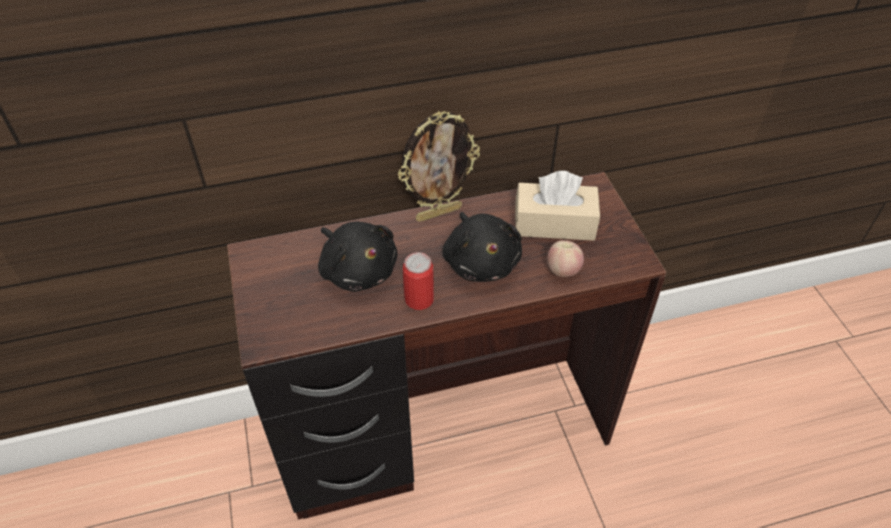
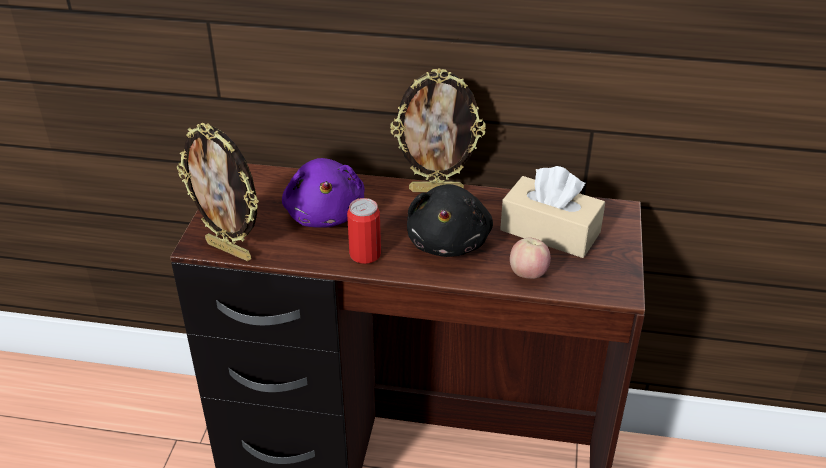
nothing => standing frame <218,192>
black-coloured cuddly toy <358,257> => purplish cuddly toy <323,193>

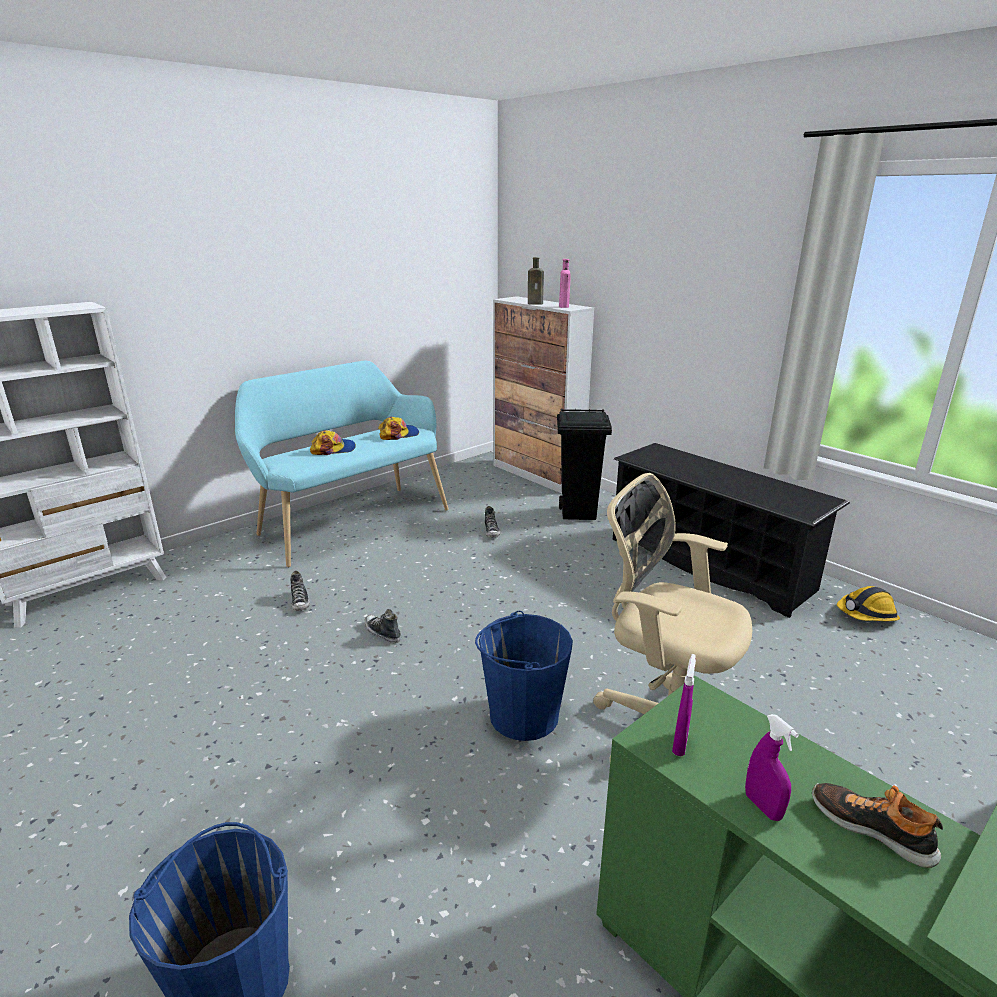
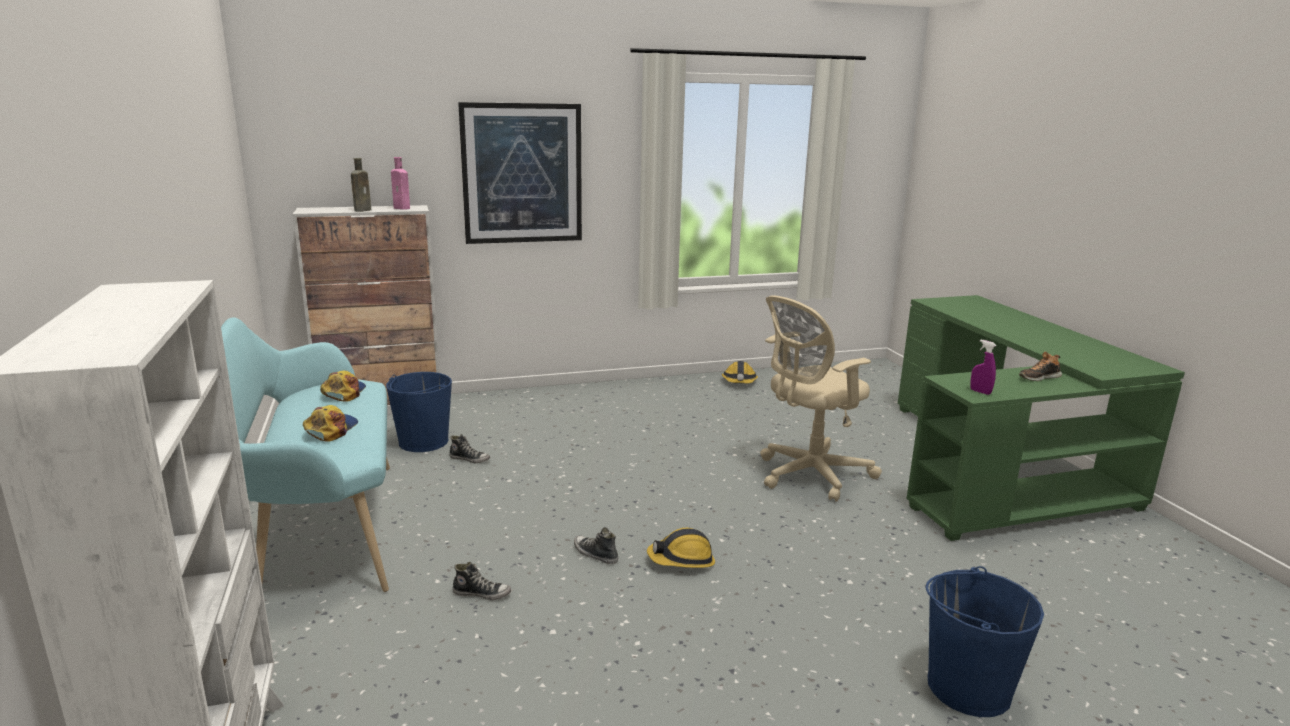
black-coloured trash can <584,464> => nothing
black-coloured shoe shelf <731,530> => nothing
purplish hand sprayer <772,767> => nothing
nothing => wall picture <520,173>
nothing => safety helmet <681,548>
bluish water bucket <524,676> => bluish water bucket <419,412>, move
item of footwear <383,626> => item of footwear <596,545>, 60 degrees clockwise

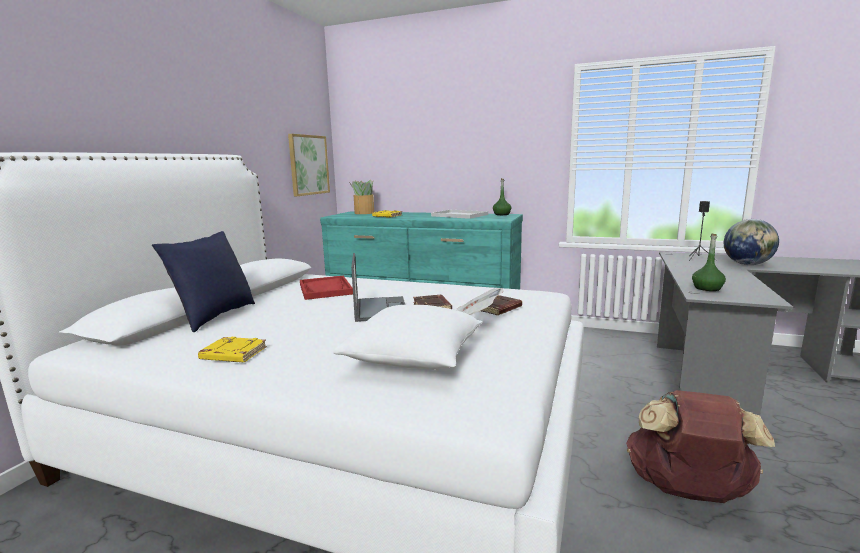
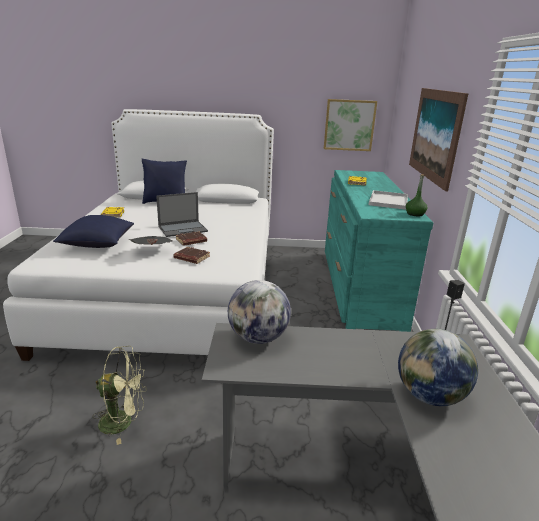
reddish serving tray <326,288> => nothing
plant in a pot <361,197> => nothing
nothing => wall picture <438,139>
brown-coloured rucksack <700,446> => greenish cooling fan <119,395>
greenish drink bottle <709,262> => globe <259,312>
white-coloured cushion <408,337> => bluish cushion <93,231>

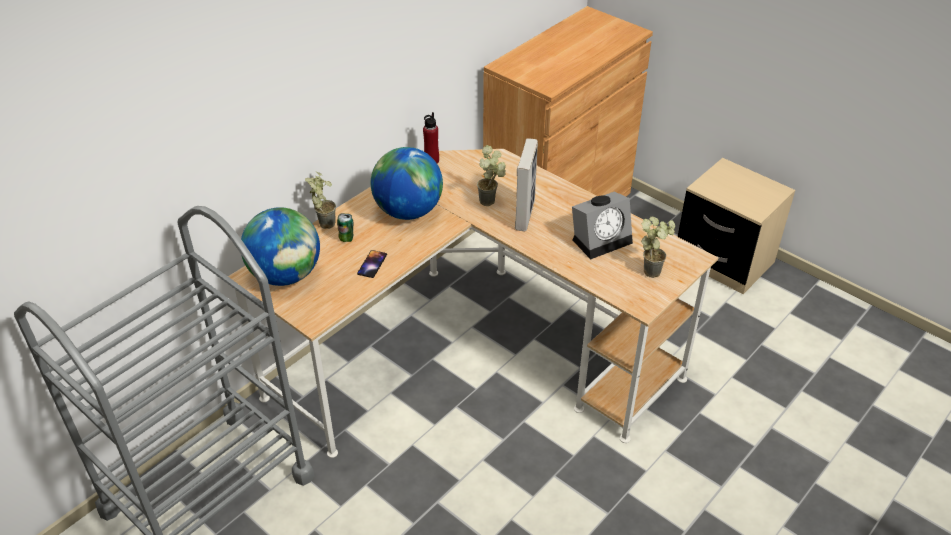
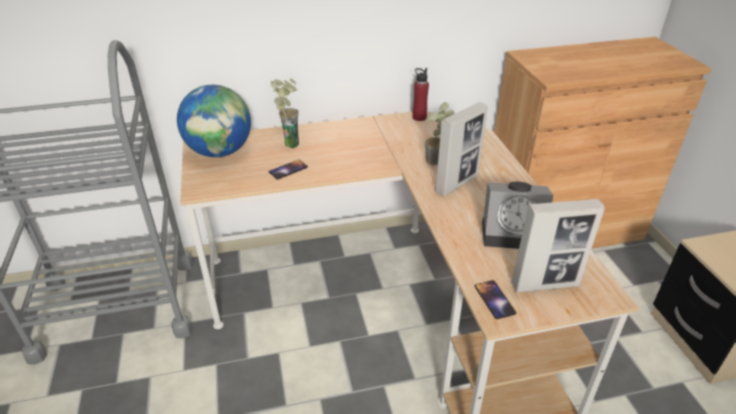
globe <407,183> => nothing
nothing => handset <495,299>
plant in a pot <658,247> => standing frame <558,246>

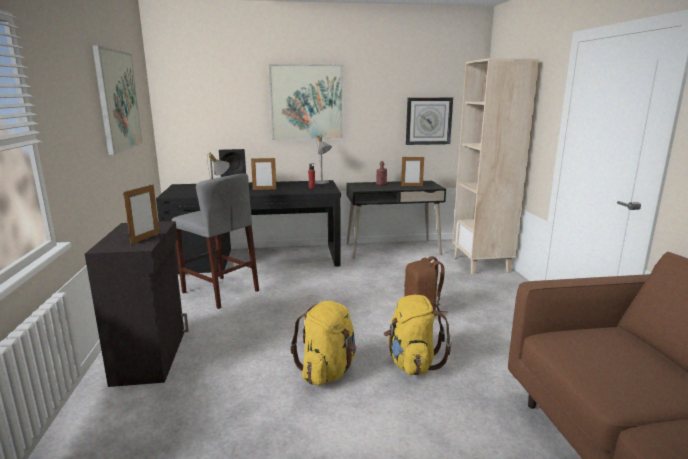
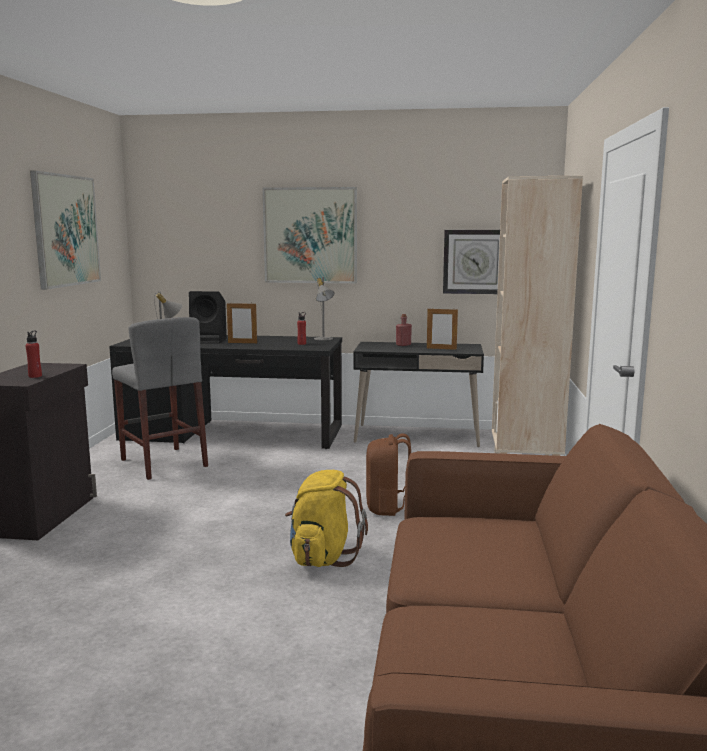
yellow-coloured rucksack <323,343> => nothing
standing frame <141,214> => reddish drink bottle <34,354>

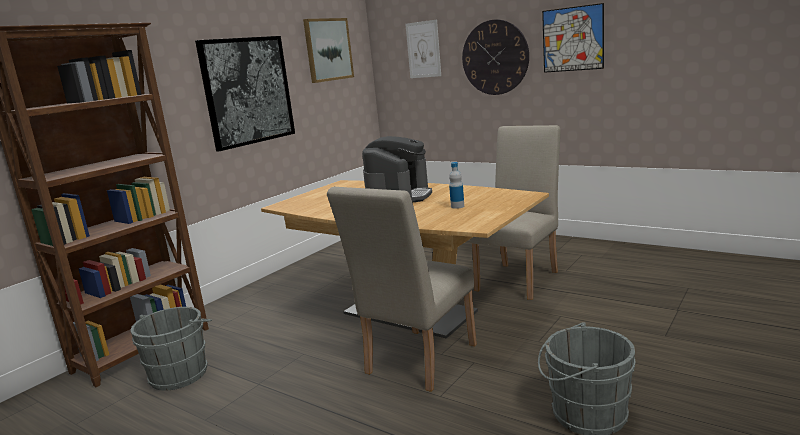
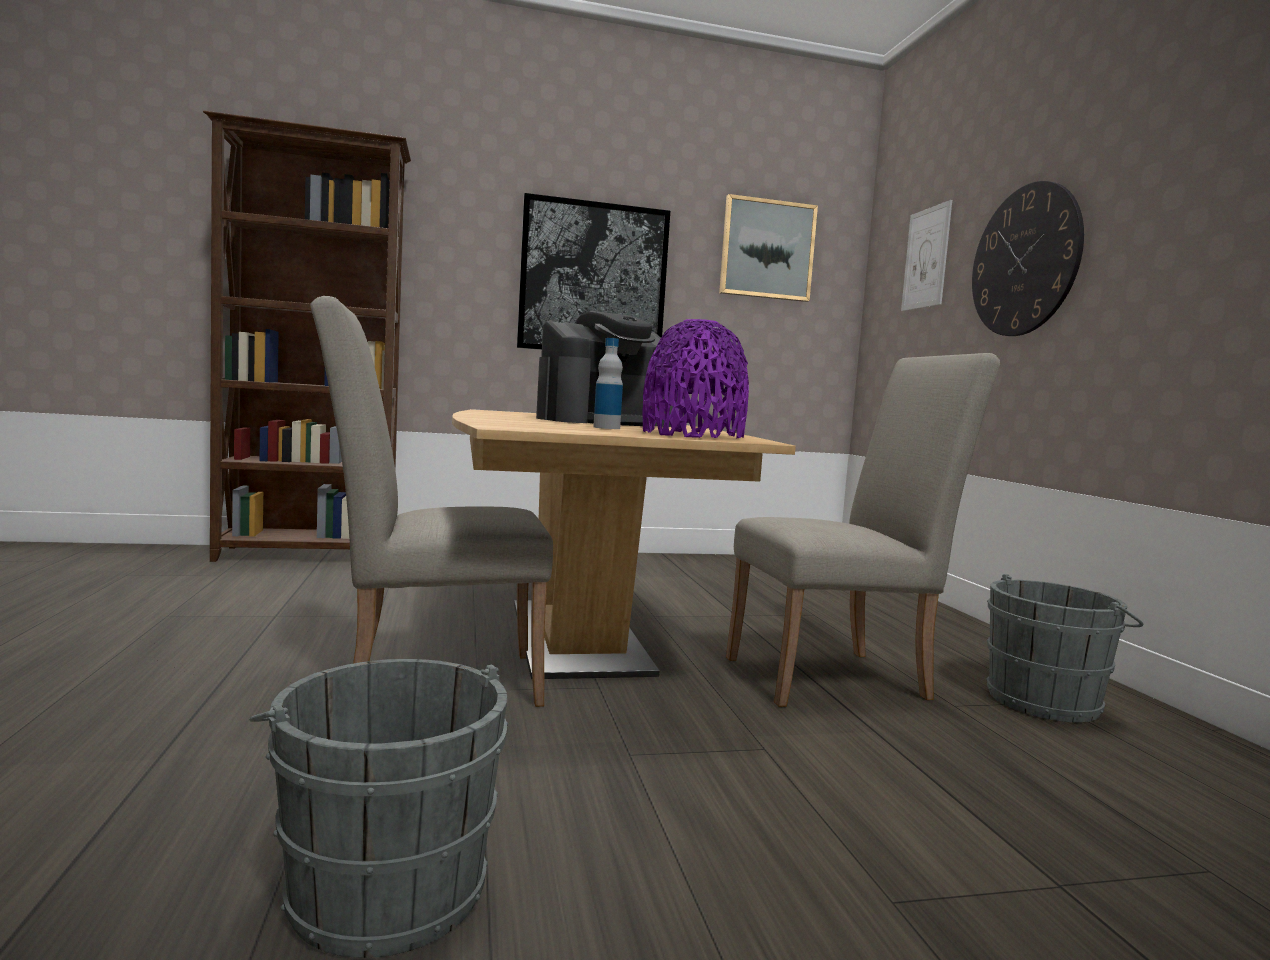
wall picture <573,38> => nothing
nothing => purplish flower vase <695,379>
grey water bucket <171,349> => grey water bucket <1065,648>, move

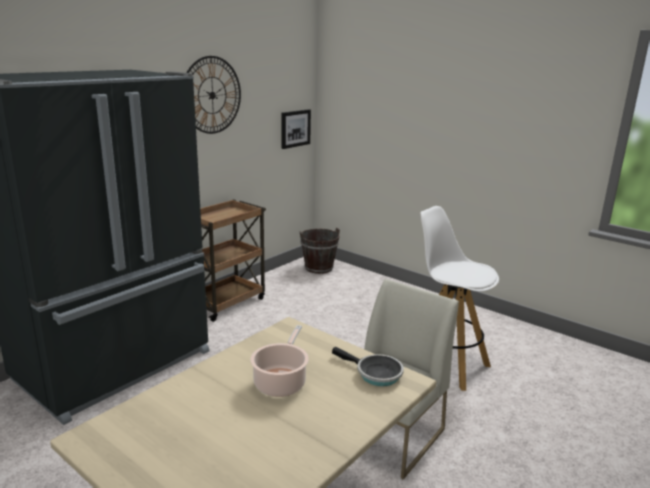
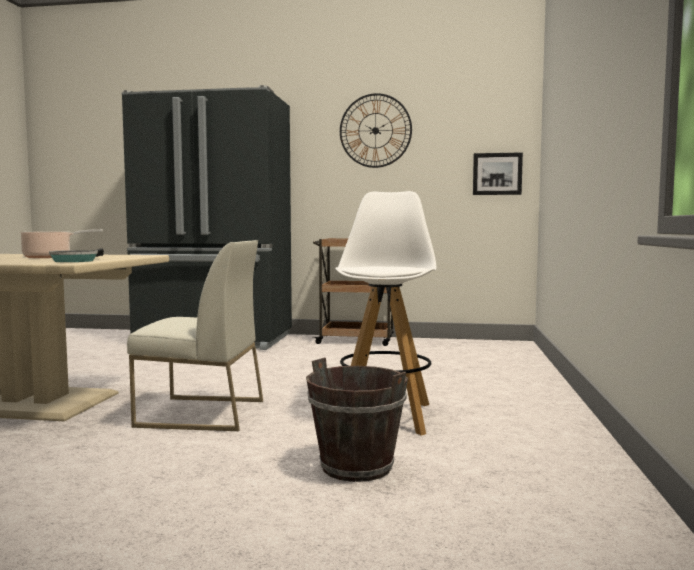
brown-coloured water bucket <320,251> => brown-coloured water bucket <357,420>, move

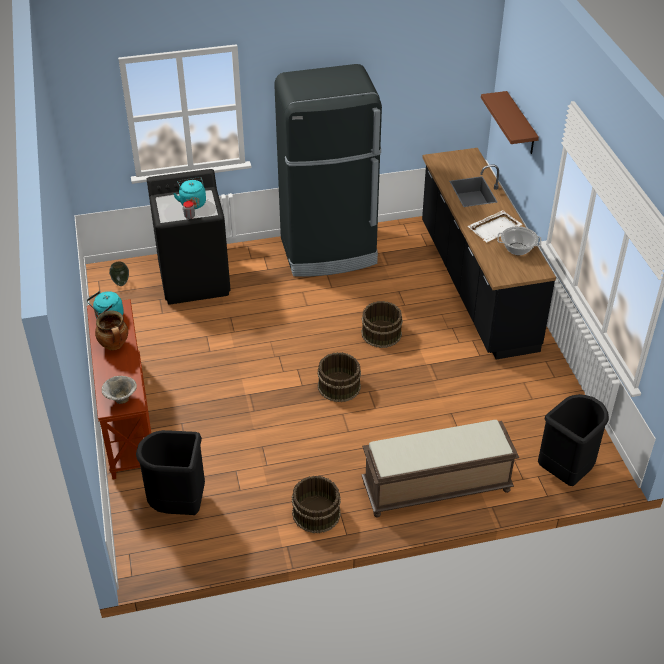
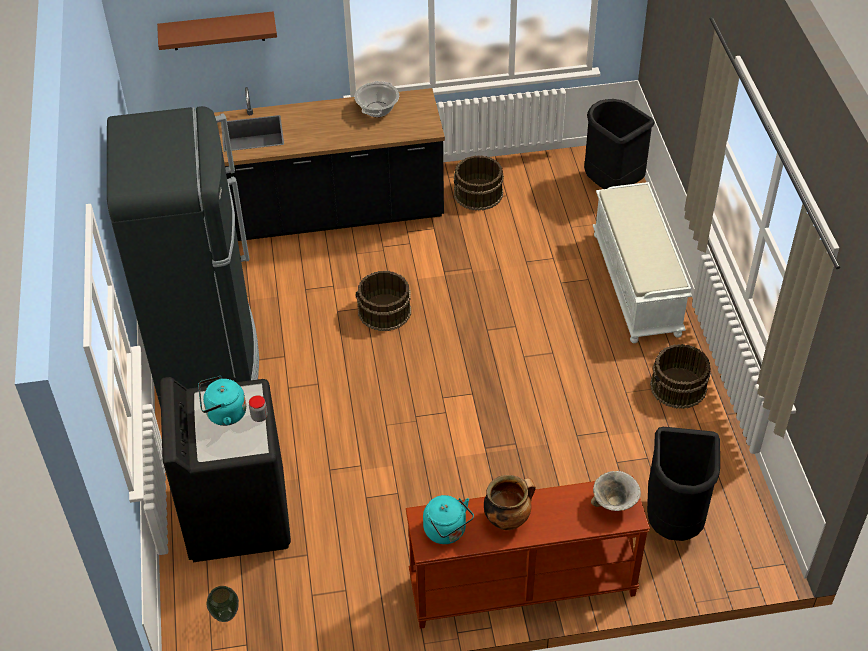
white-coloured serving tray <495,226> => nothing
brown-coloured water bucket <339,377> => brown-coloured water bucket <479,183>, move
brown-coloured bench <440,468> => white-coloured bench <642,262>

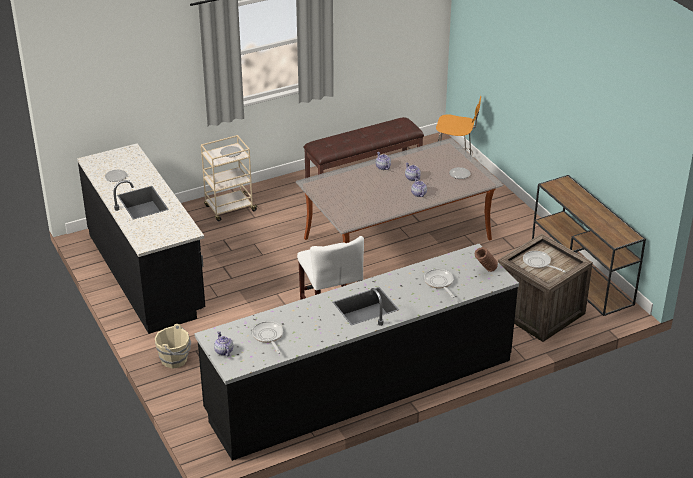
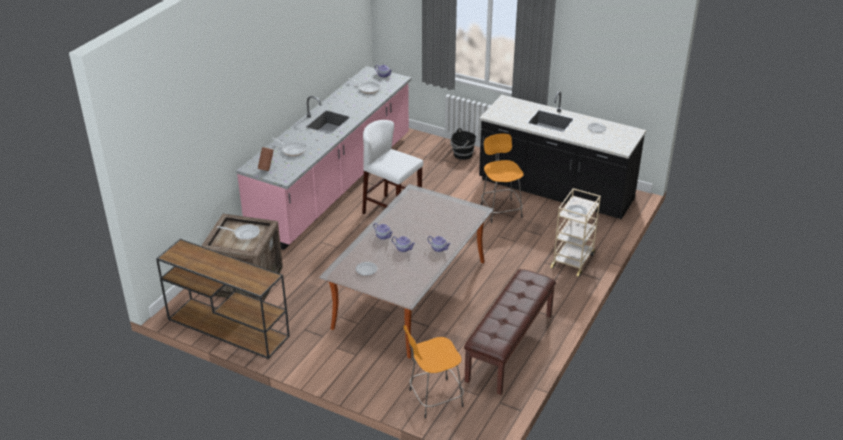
nothing => orange stool <502,178>
beige water bucket <173,346> => black-coloured water bucket <463,144>
black-coloured counter <356,352> => pink-coloured counter <324,158>

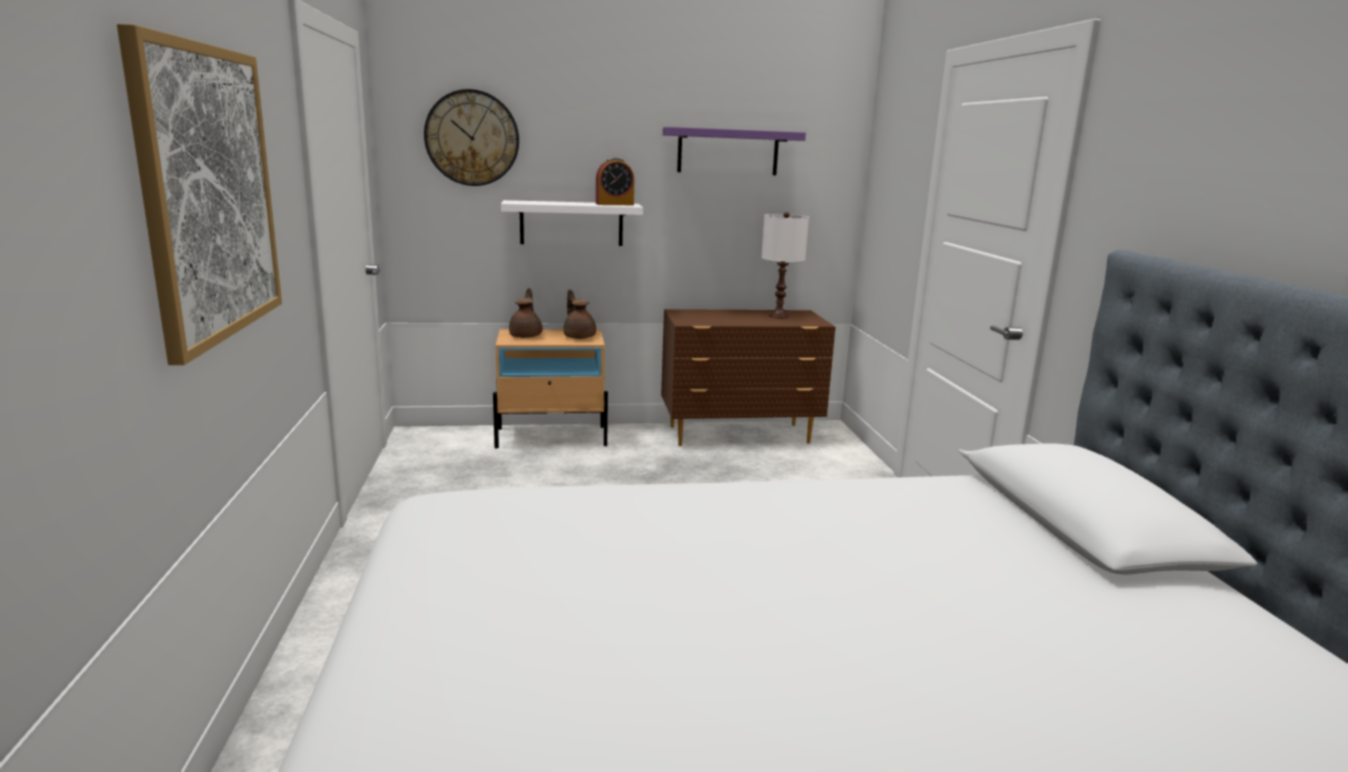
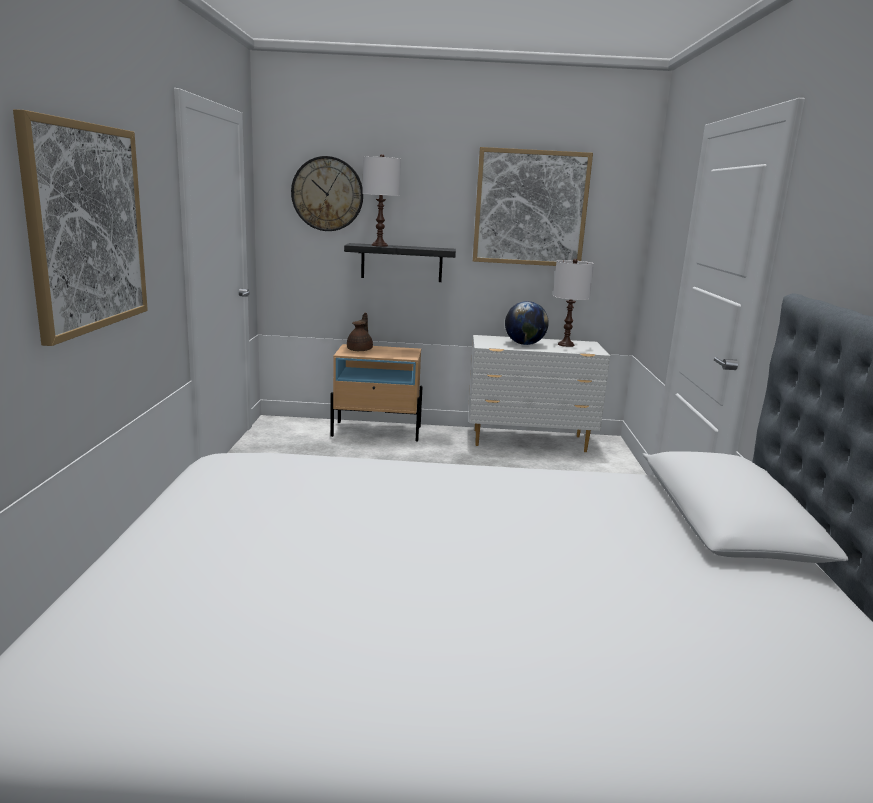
brown-coloured teapot <579,314> => nothing
table clock <615,181> => nothing
nothing => white-coloured lamp for a table <382,200>
nothing => globe <527,323>
purplish wall shelf <734,151> => wall picture <533,206>
white-coloured wall shelf <572,223> => black-coloured wall shelf <400,262>
brown-coloured drawer chest <748,377> => white-coloured drawer chest <539,393>

